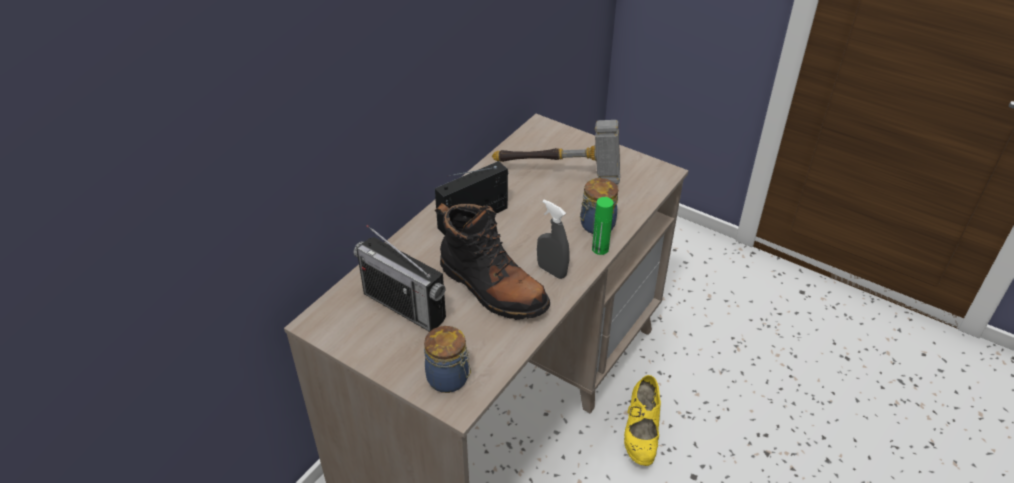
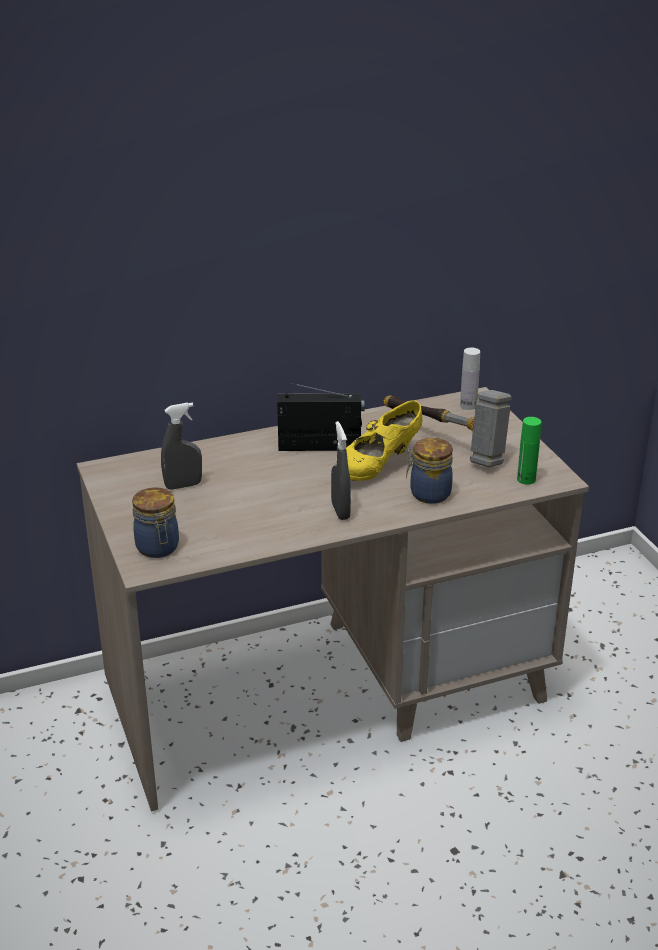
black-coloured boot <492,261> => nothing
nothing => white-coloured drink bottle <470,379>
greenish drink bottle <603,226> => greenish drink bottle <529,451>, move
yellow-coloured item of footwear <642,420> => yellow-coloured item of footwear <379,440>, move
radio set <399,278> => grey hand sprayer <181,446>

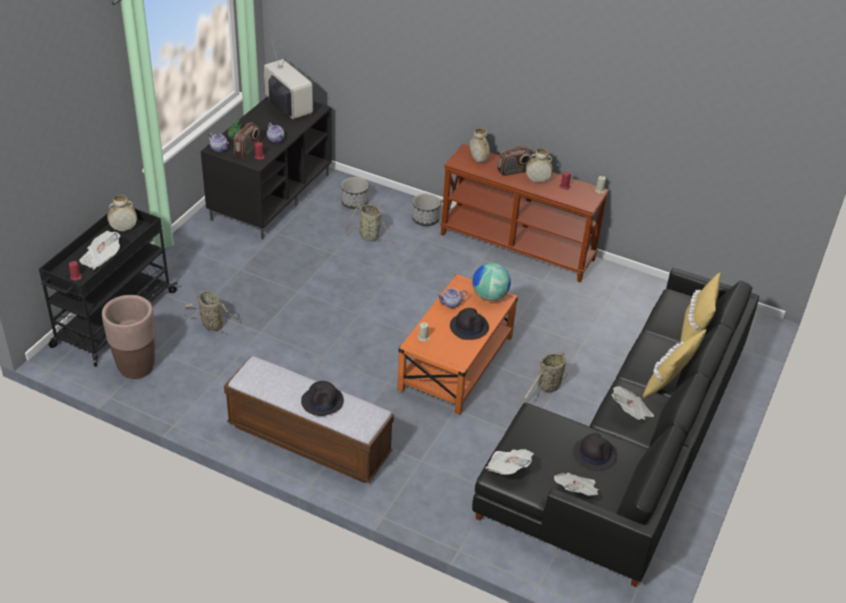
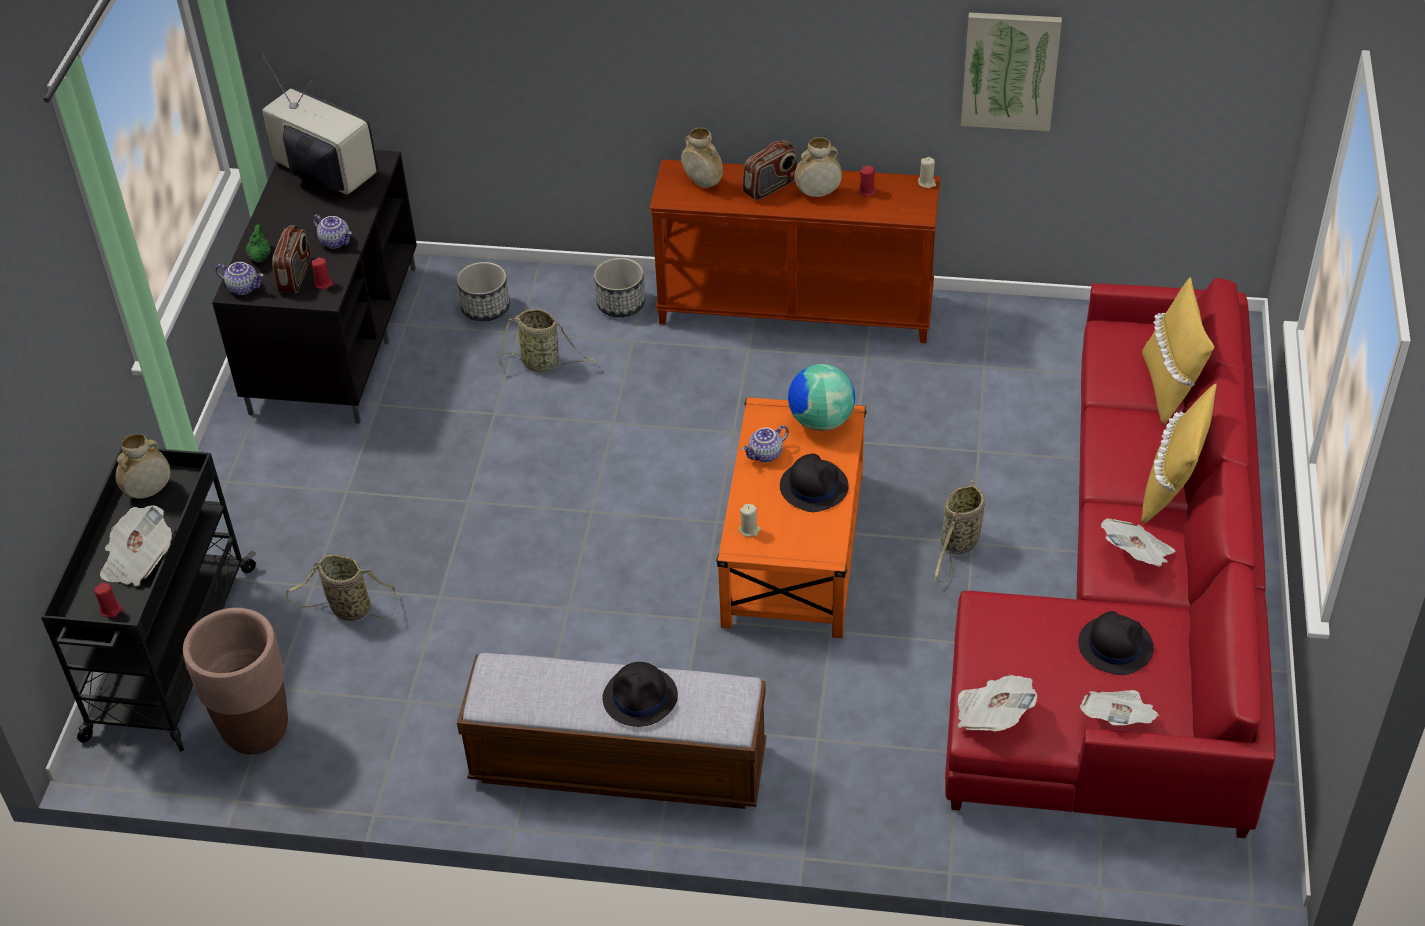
nothing => wall picture <1011,71>
black-coloured couch <615,427> => reddish couch <1110,558>

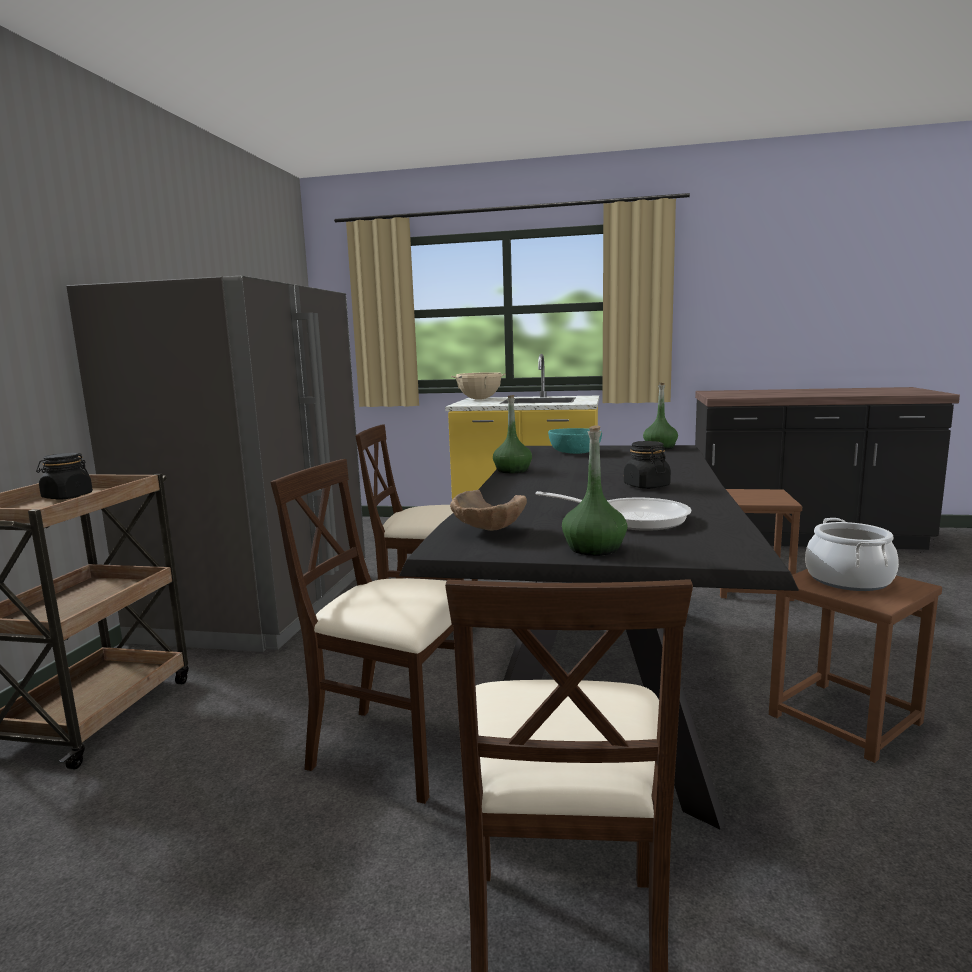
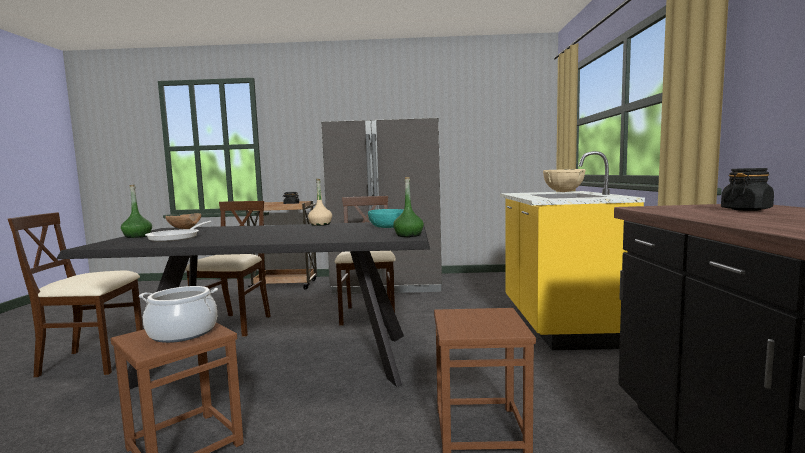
black-coloured storage jar <647,465> => black-coloured storage jar <747,189>, move
greenish drink bottle <512,434> => beige drink bottle <320,202>

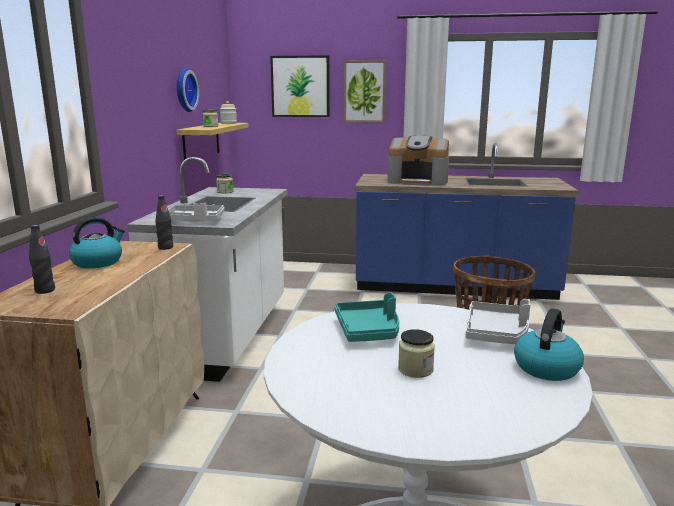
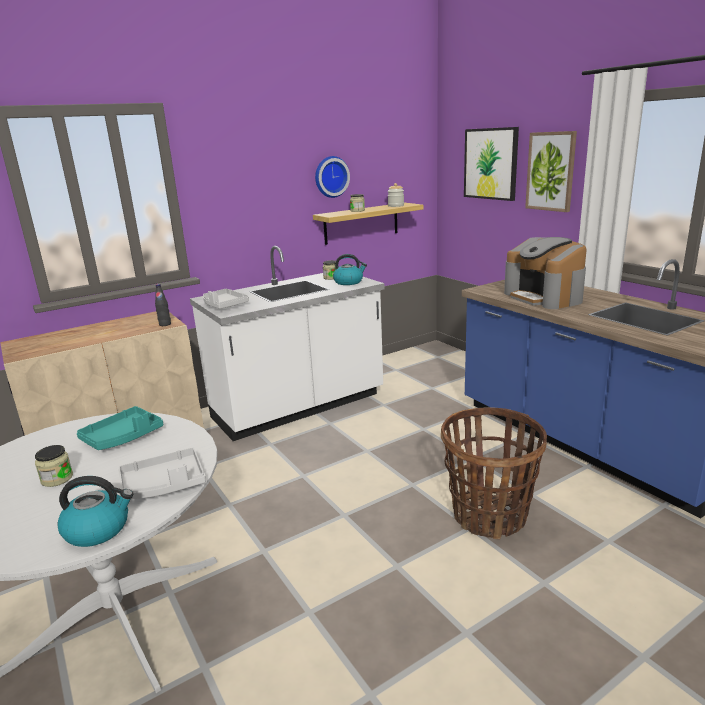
black-coloured drink bottle <42,259> => nothing
kettle <97,242> => kettle <350,269>, move

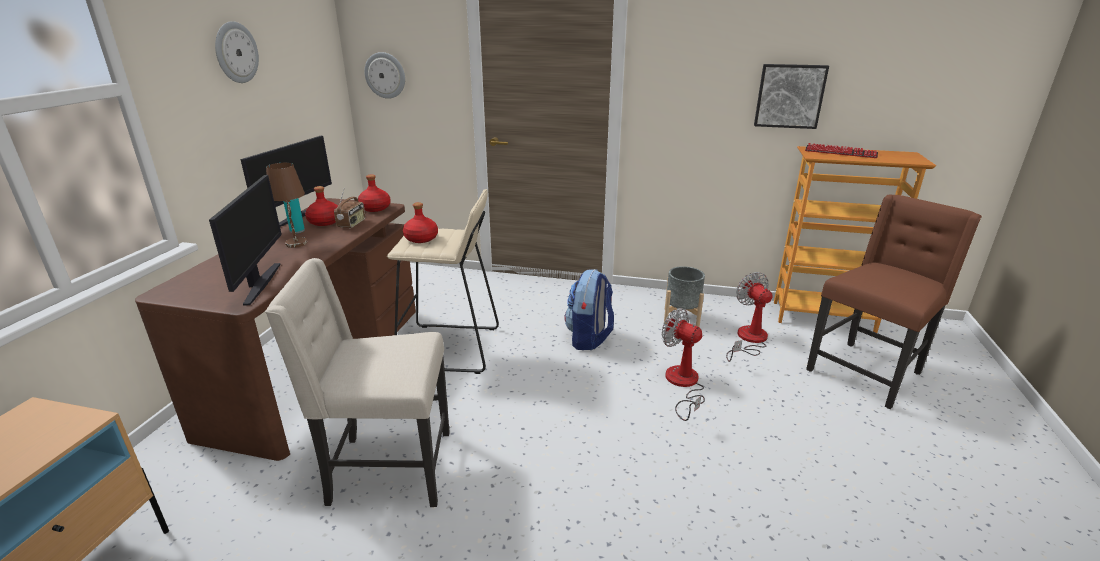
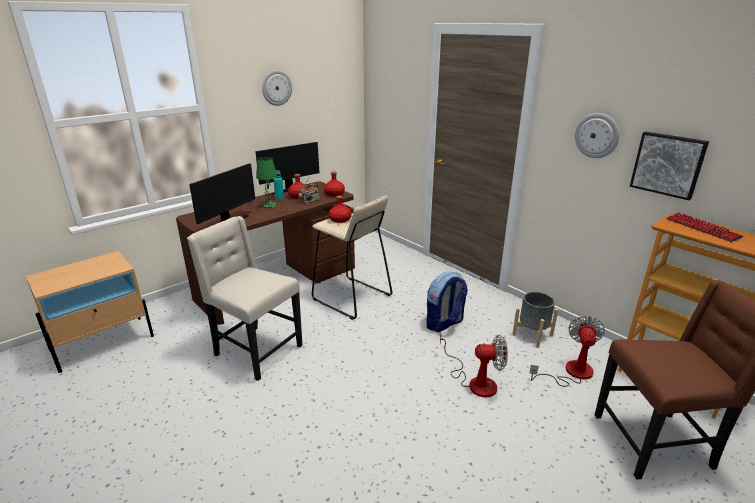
wall clock <384,75> => wall clock <597,135>, move
brown-coloured lamp for a table <286,205> => greenish lamp for a table <266,182>
cooling fan <683,364> => cooling fan <474,365>, 105 degrees clockwise

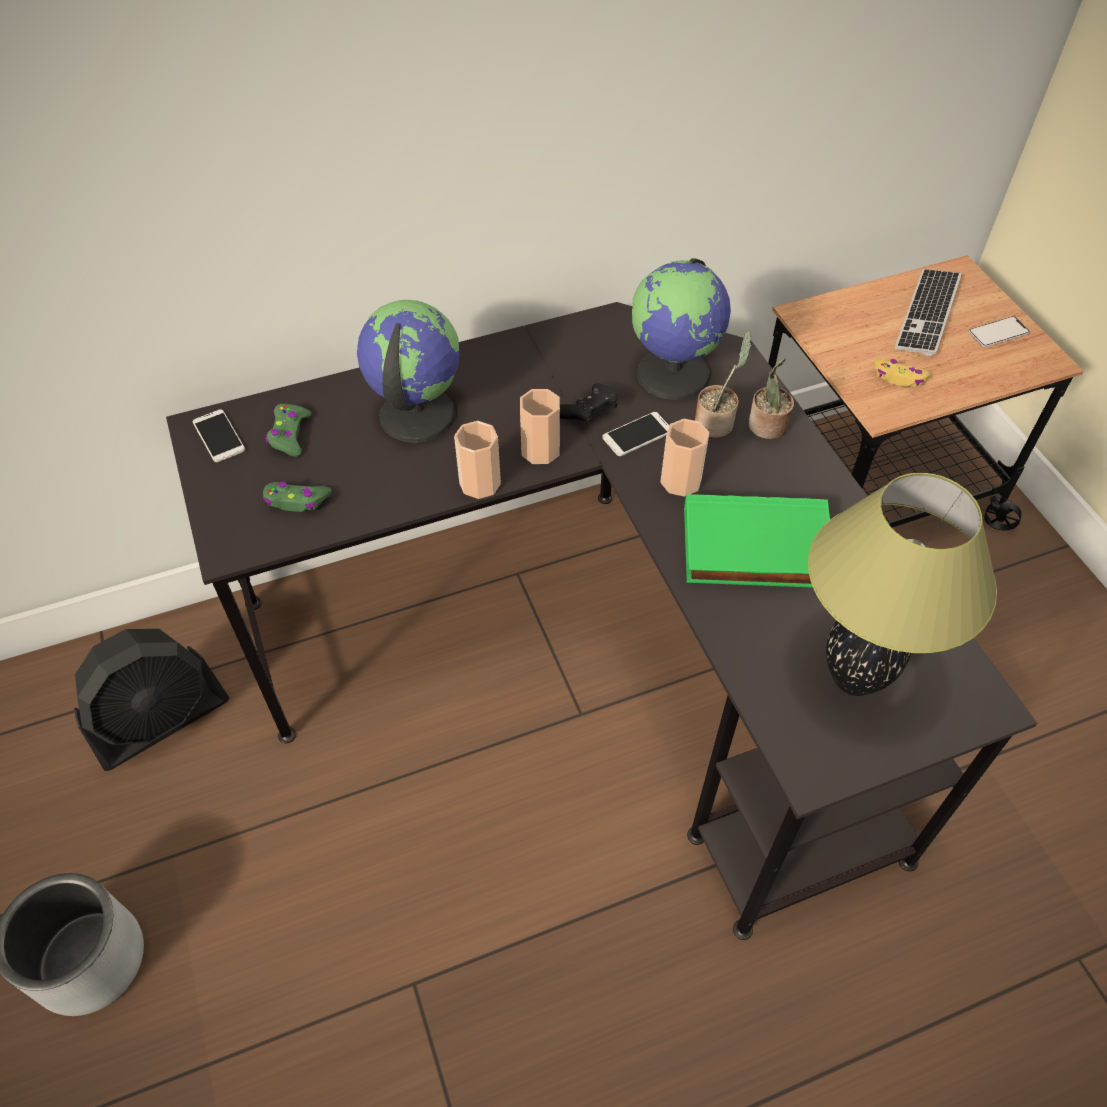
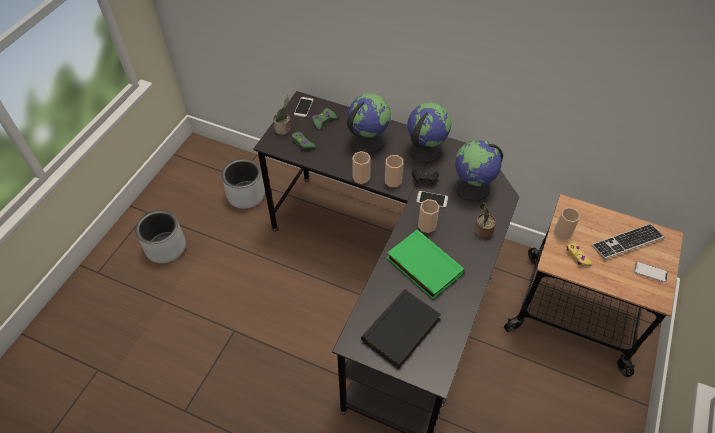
nothing => globe <429,132>
nothing => cup <567,223>
plant in a pot <722,384> => plant in a pot <282,115>, move
black-coloured cooling fan <151,700> => grey flower pot <243,184>
lamp for a table <902,584> => black-coloured book <401,329>

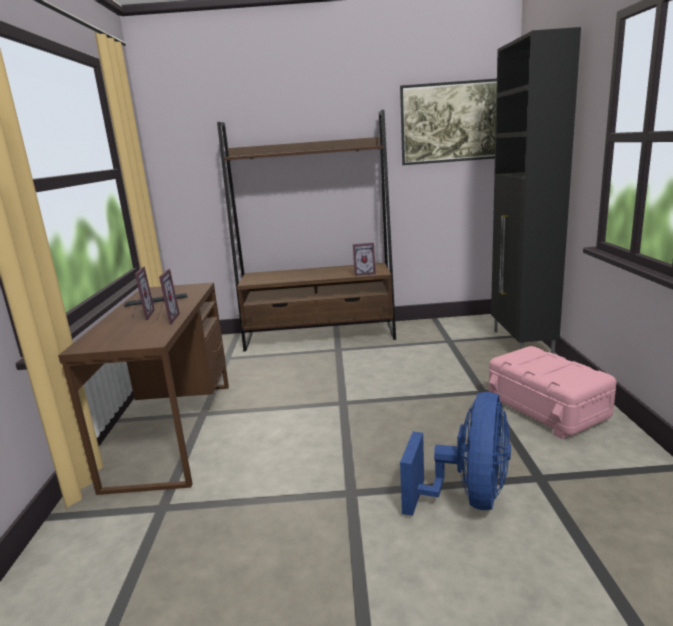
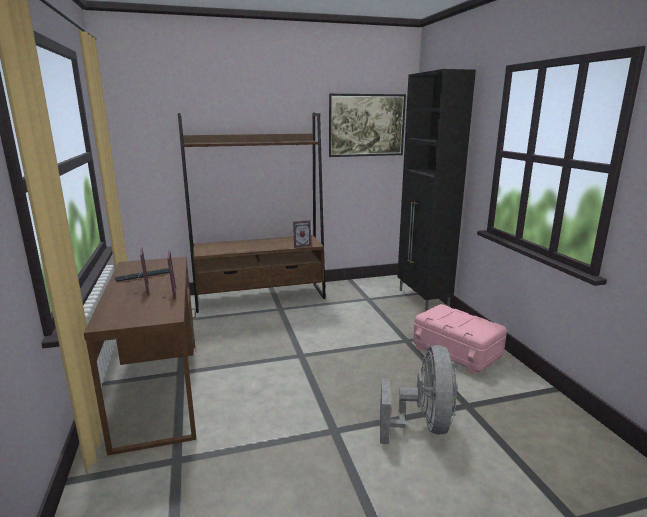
bluish cooling fan <455,454> => grey cooling fan <418,394>

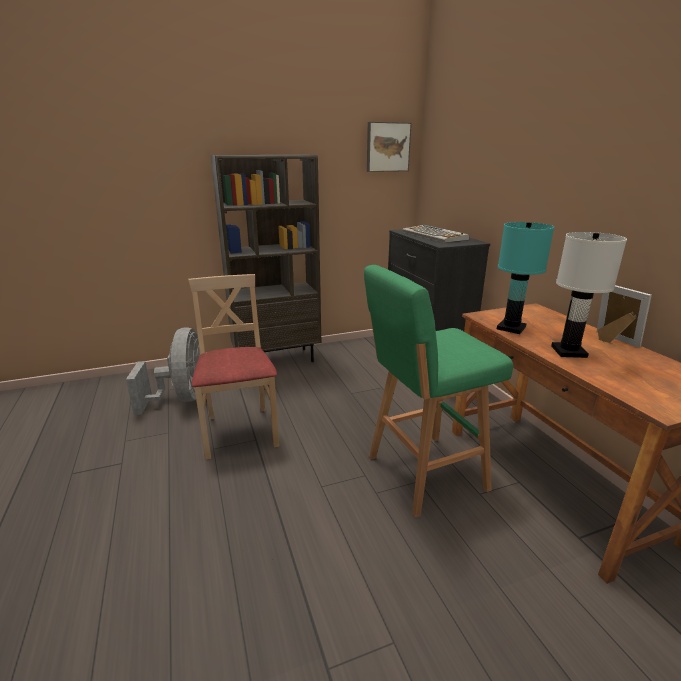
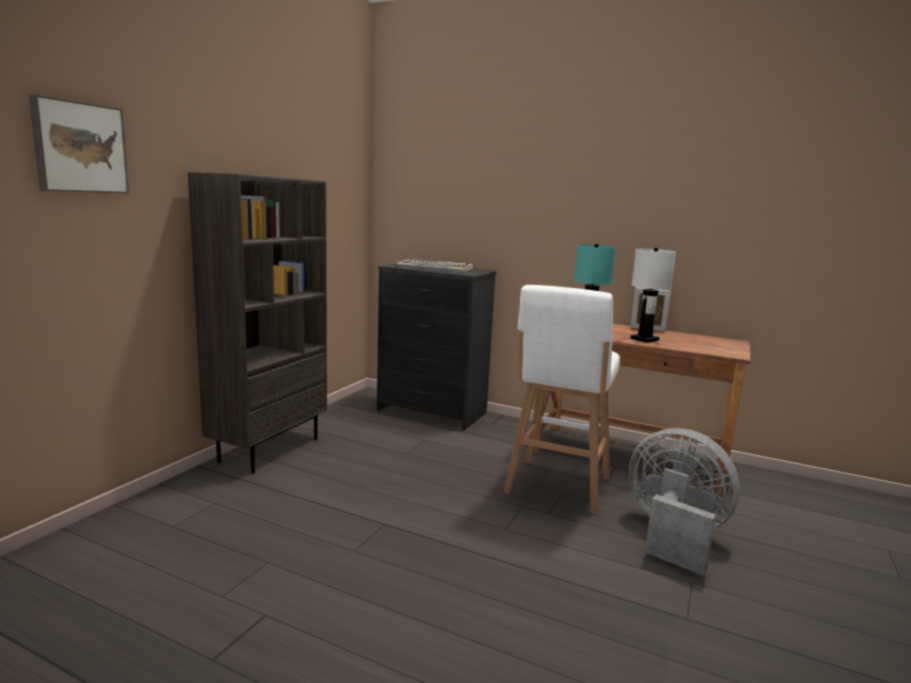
beige chair <233,366> => nothing
grey cooling fan <163,371> => grey cooling fan <684,502>, move
wall picture <389,147> => wall picture <79,143>, move
greenish stool <438,391> => white-coloured stool <562,399>

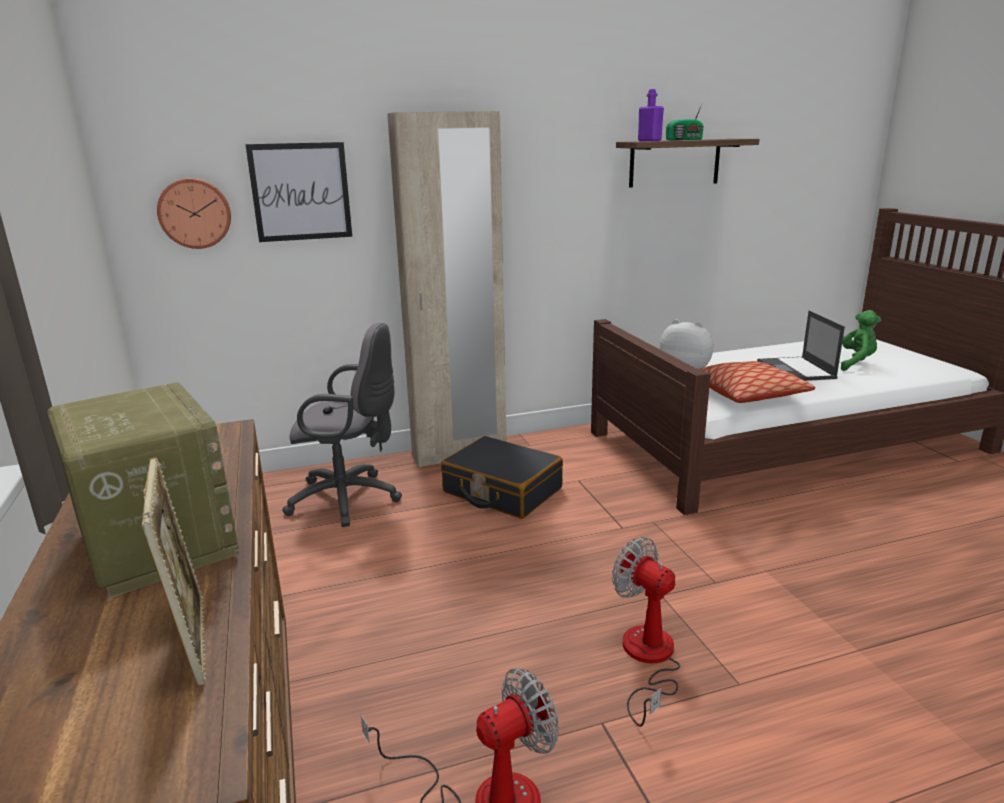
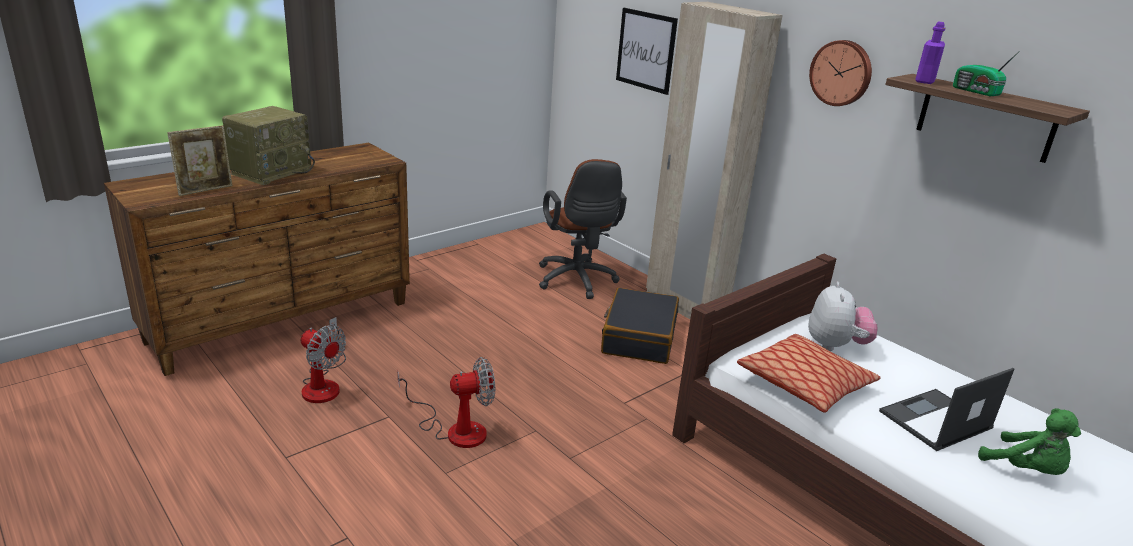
wall clock <194,213> => wall clock <840,73>, move
grey office chair <342,425> => brown-coloured office chair <583,229>
cooling fan <646,632> => cooling fan <446,402>, 45 degrees clockwise

